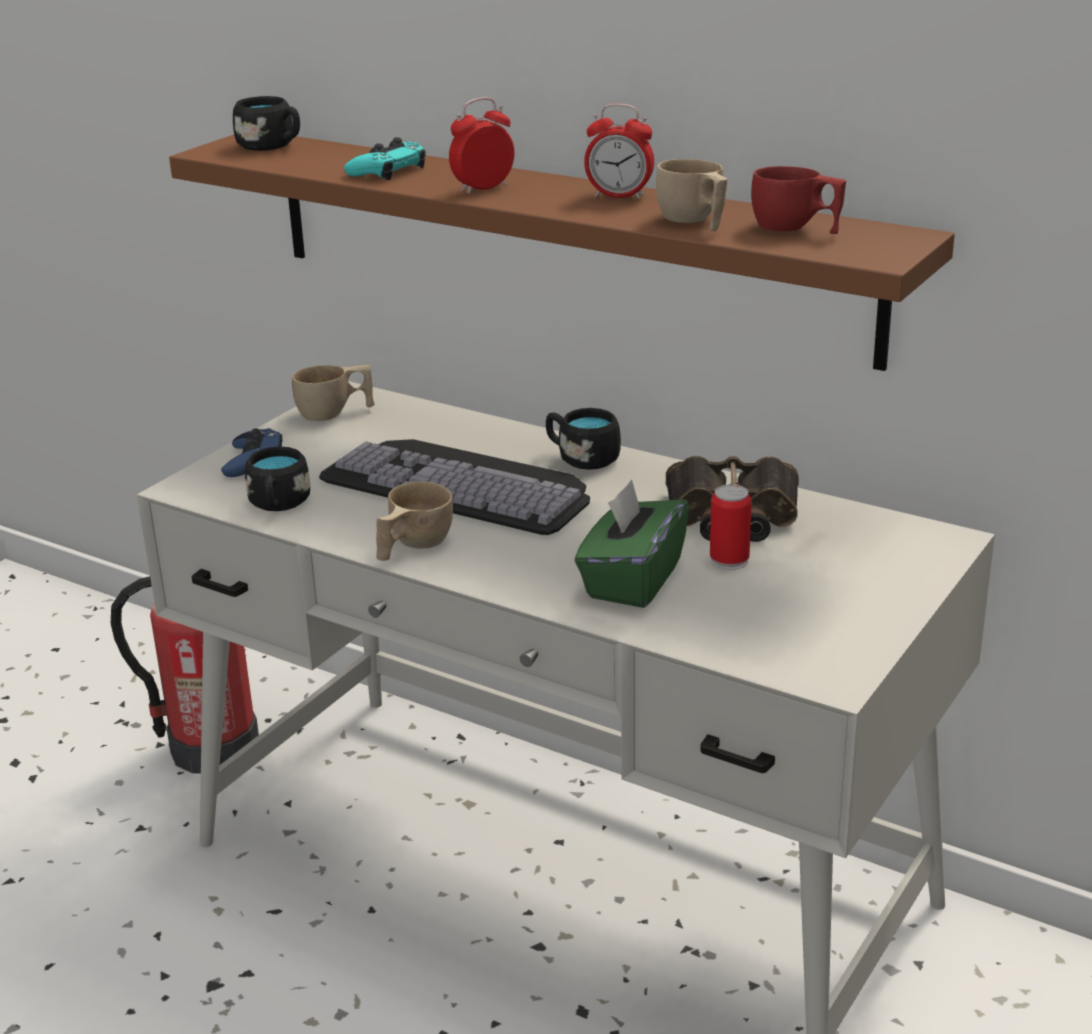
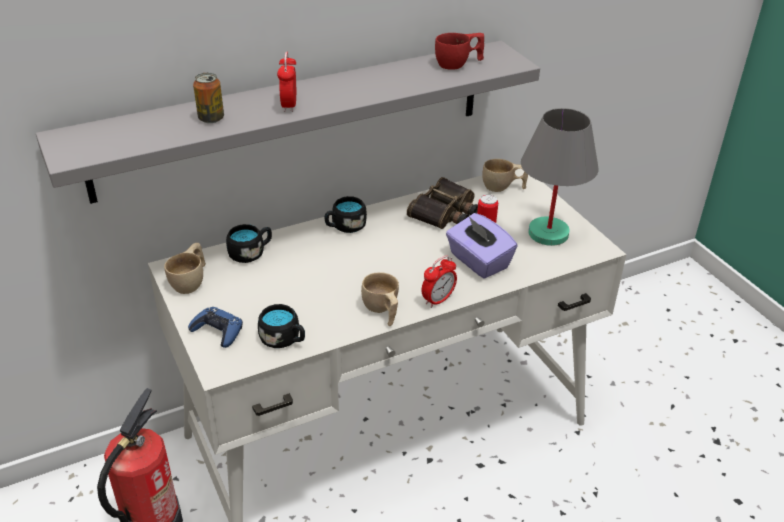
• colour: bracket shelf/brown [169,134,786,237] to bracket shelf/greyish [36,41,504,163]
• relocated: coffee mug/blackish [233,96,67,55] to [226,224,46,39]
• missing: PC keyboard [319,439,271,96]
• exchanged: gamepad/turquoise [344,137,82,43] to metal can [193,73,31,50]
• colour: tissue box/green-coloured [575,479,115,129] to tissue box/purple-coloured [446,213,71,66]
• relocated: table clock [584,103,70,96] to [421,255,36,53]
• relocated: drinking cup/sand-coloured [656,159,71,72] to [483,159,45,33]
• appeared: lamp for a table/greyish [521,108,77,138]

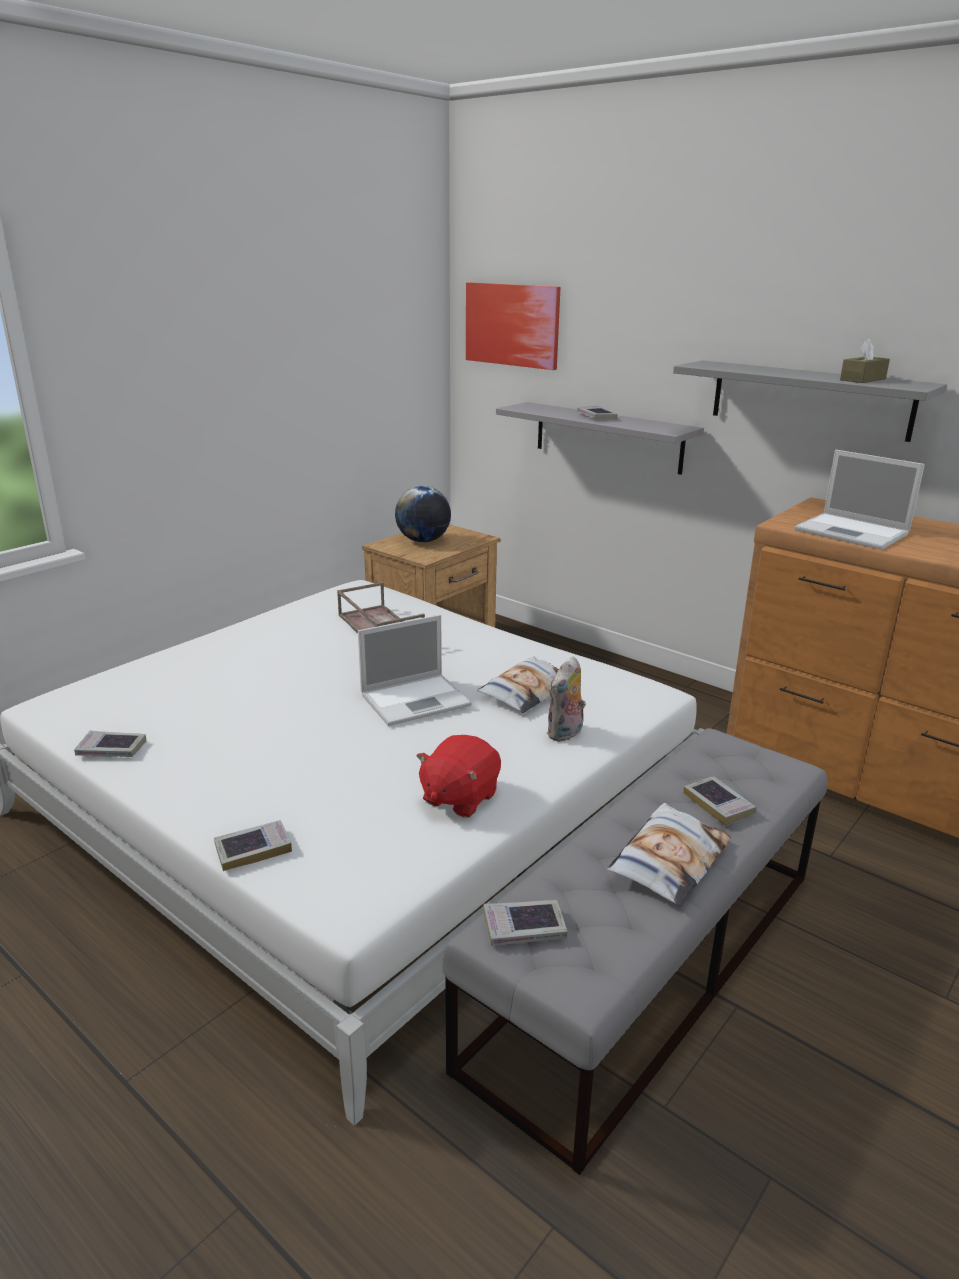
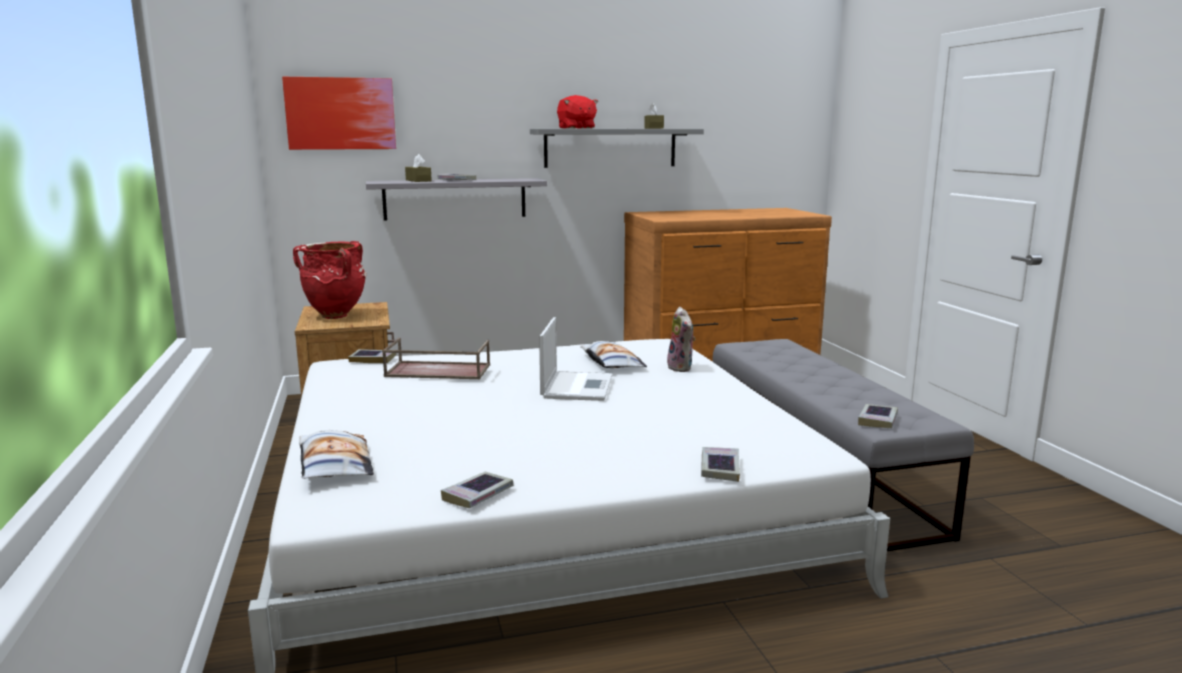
• exchanged: desk globe [395,486,56,56] to flower vase/red-coloured [293,241,74,78]
• relocated: soft toy/red-coloured [417,735,84,83] to [557,95,41,34]
• relocated: pillow [607,803,124,104] to [299,430,75,49]
• relocated: book [684,776,73,50] to [348,349,49,14]
• missing: laptop [794,450,131,100]
• appeared: tissue box/brown [405,154,27,28]

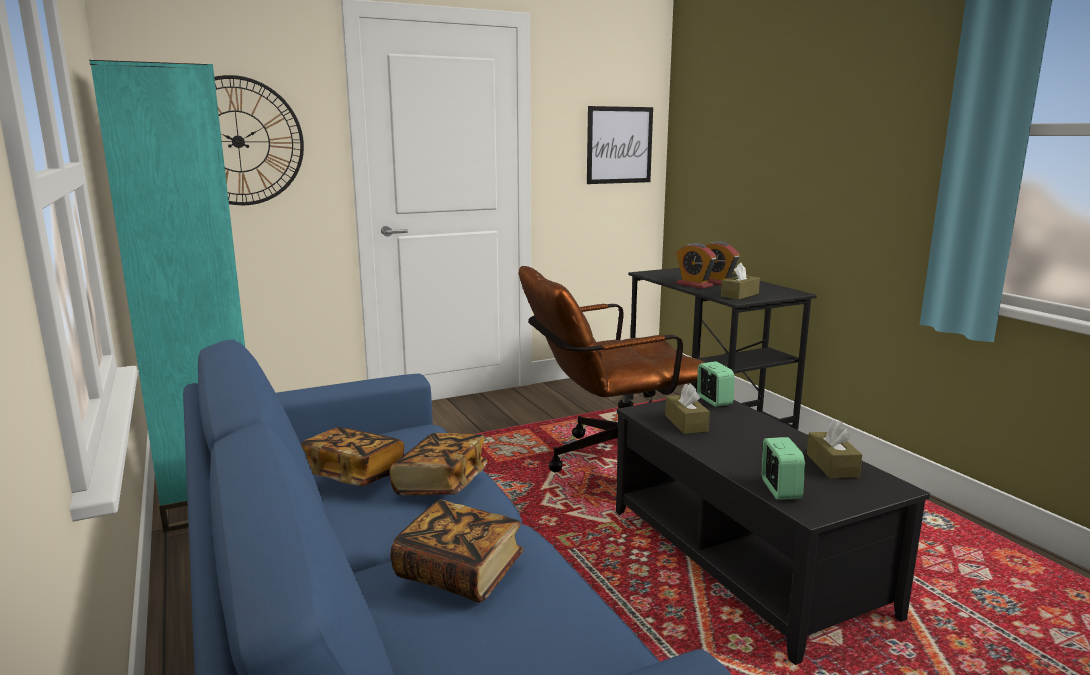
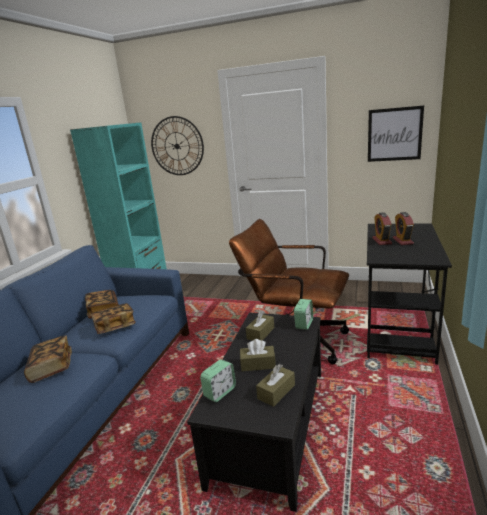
• relocated: tissue box/brown [721,263,39,37] to [240,339,36,32]

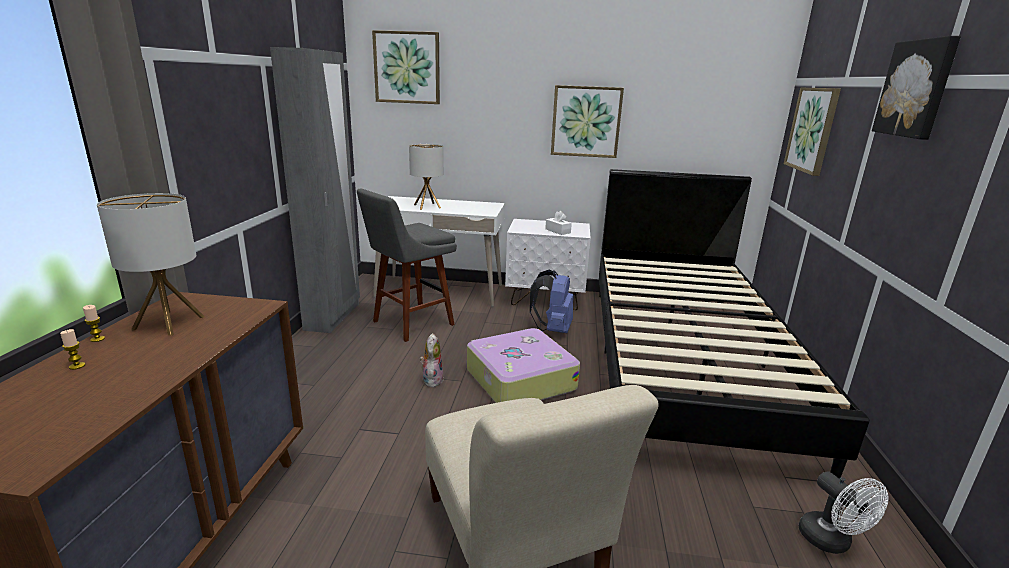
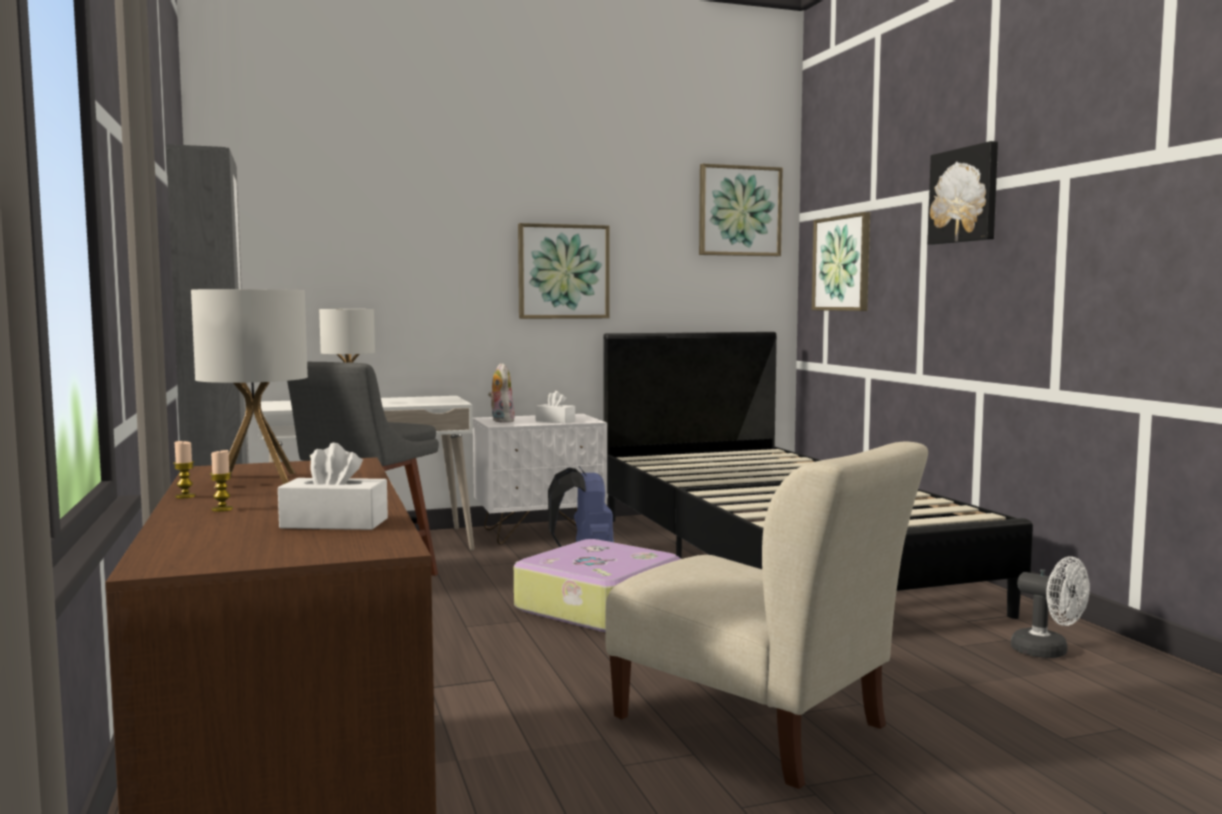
• relocated: picture [372,30,68,74] to [699,164,84,92]
• relocated: soft toy [420,333,23,54] to [488,363,27,60]
• appeared: tissue box/whitish [278,443,110,87]

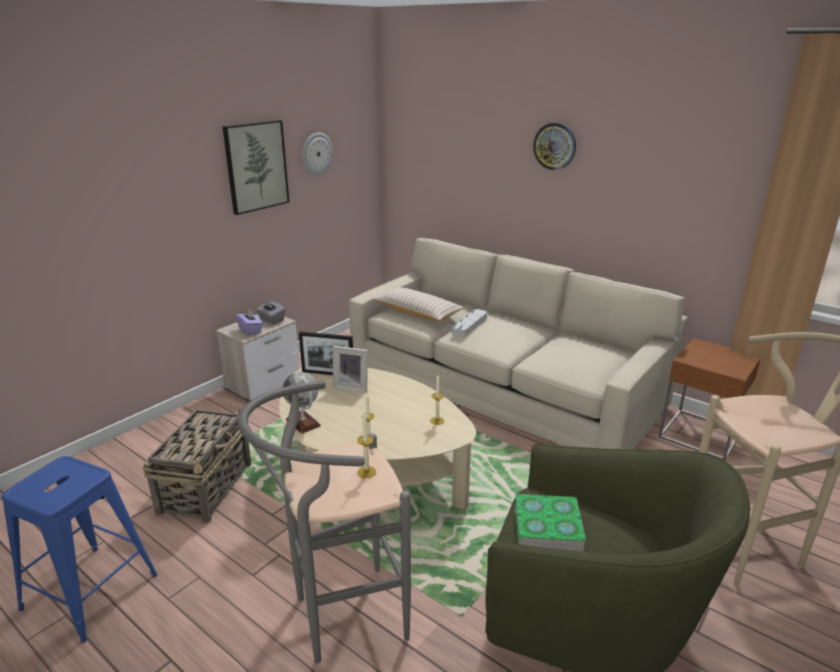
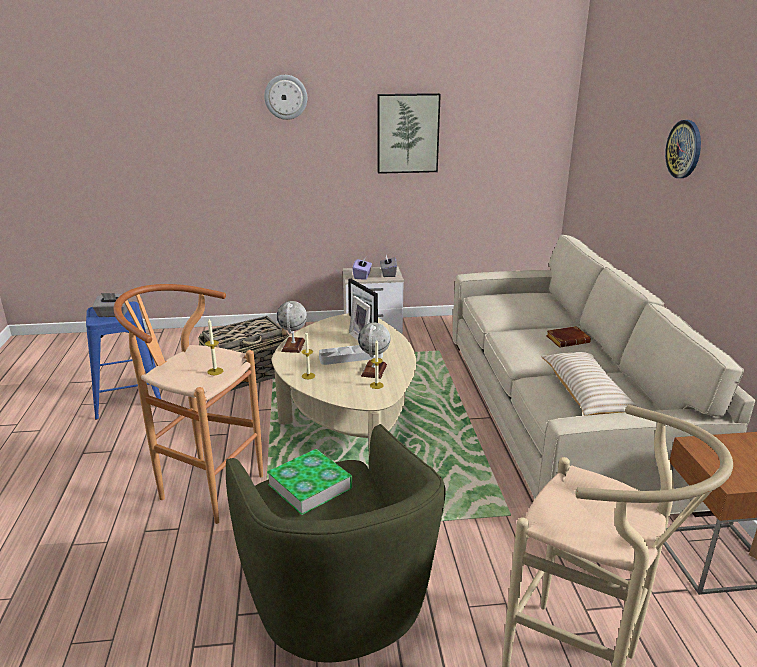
• colour: stool/greyish [238,381,173,282] to stool/brown [114,284,149,240]
• relocated: hanging clock [303,132,30,43] to [264,75,43,45]
• relocated: pillow/sand-coloured [373,287,91,34] to [541,352,97,64]
• relocated: tray/greyish [452,309,35,28] to [319,345,64,20]
• appeared: tissue box/greyish [92,293,37,24]
• appeared: desk globe [358,322,32,57]
• appeared: book/brown [546,326,45,22]

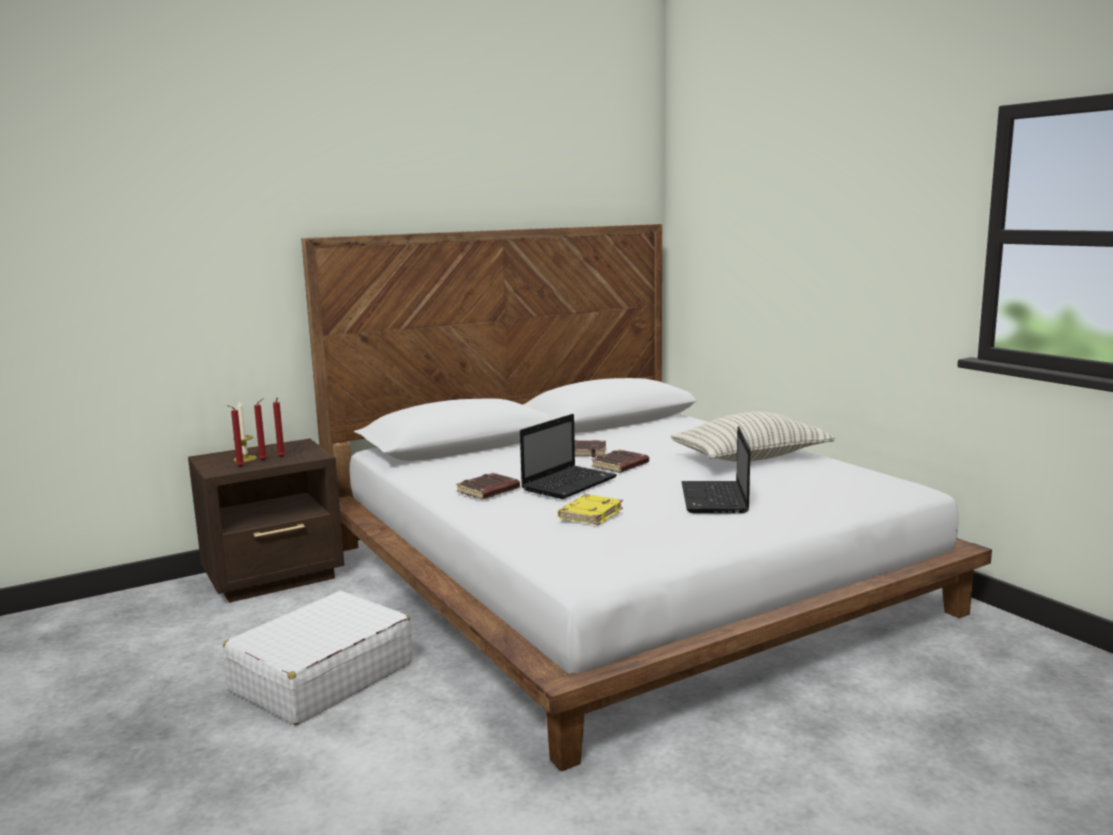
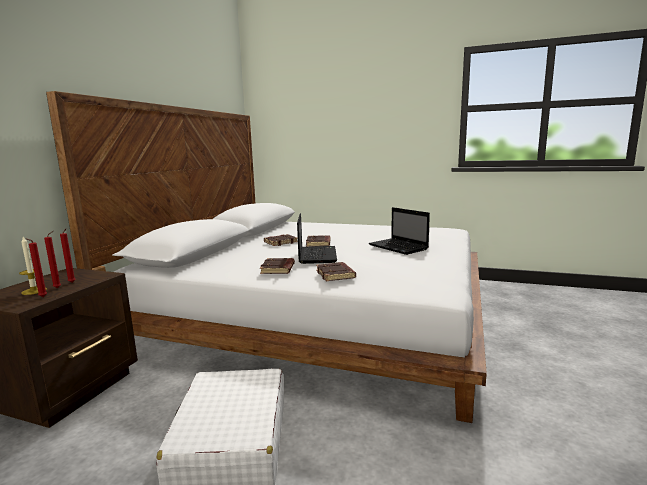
• missing: book/yellow-coloured [558,494,65,31]
• missing: pillow [671,412,163,50]
• appeared: book/brown [316,262,40,19]

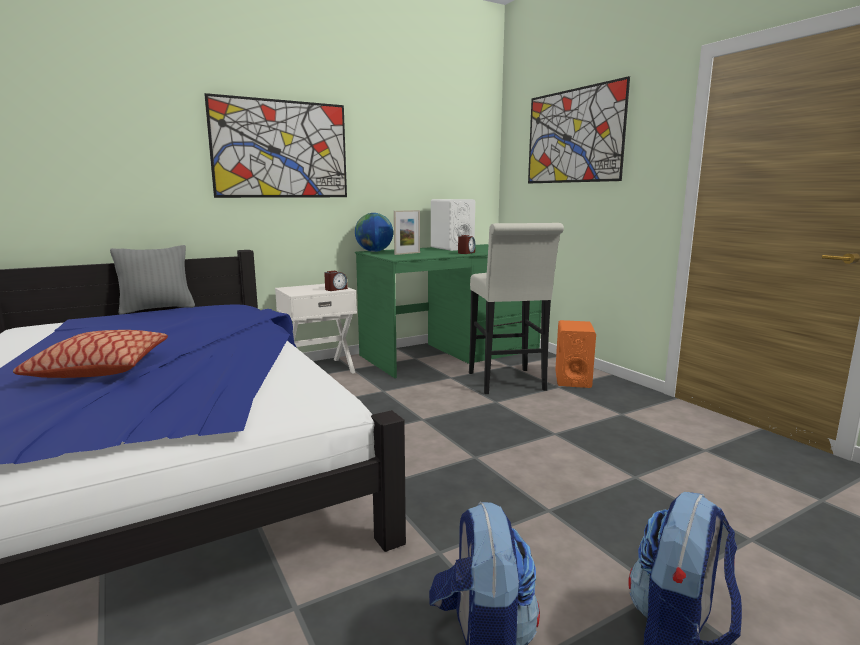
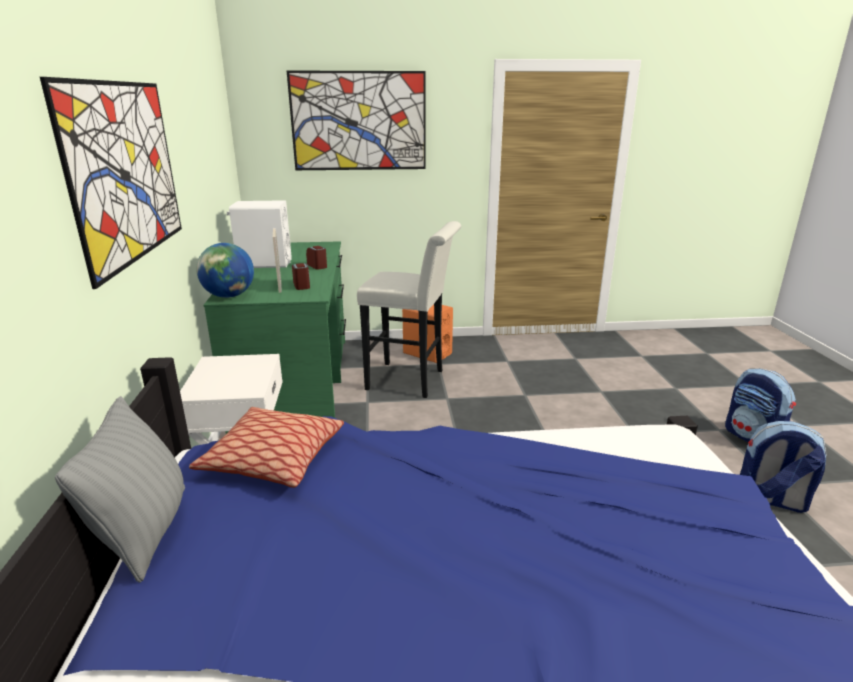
• relocated: pillow [13,330,155,48] to [189,407,155,81]
• relocated: table clock [324,271,24,20] to [292,263,18,27]

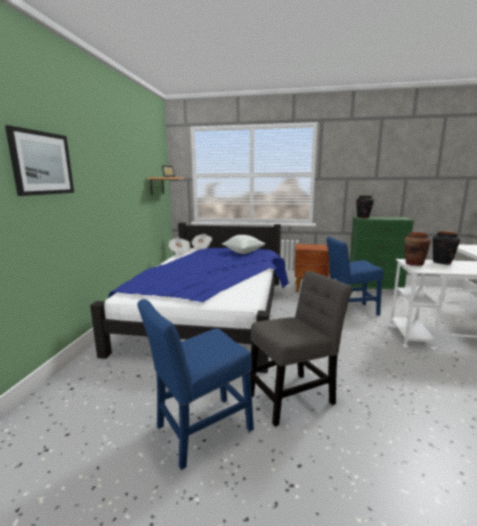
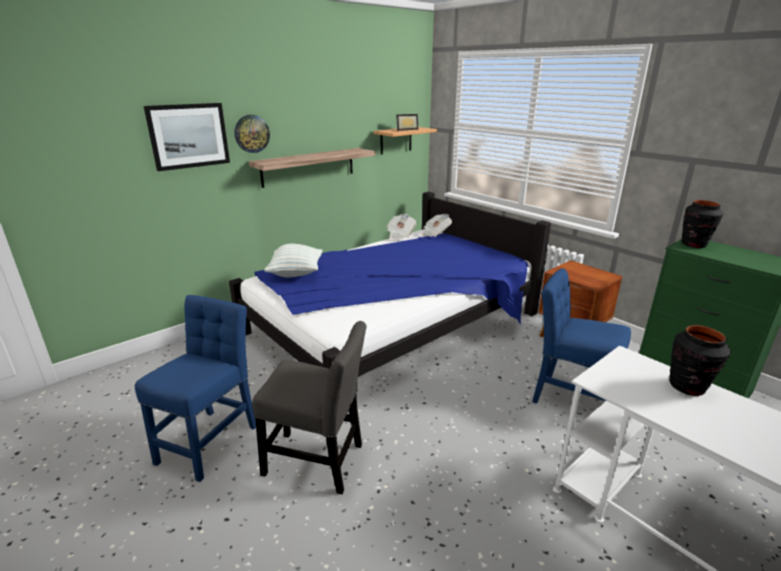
• spun: chair/blue-coloured [137,299,117,171] = [135,295,121,187] 105 degrees clockwise
• relocated: pillow [222,235,44,19] to [265,244,57,33]
• missing: flower vase/brown [404,232,27,34]
• appeared: hanging clock [234,115,36,38]
• appeared: bracket shelf [249,148,126,40]

